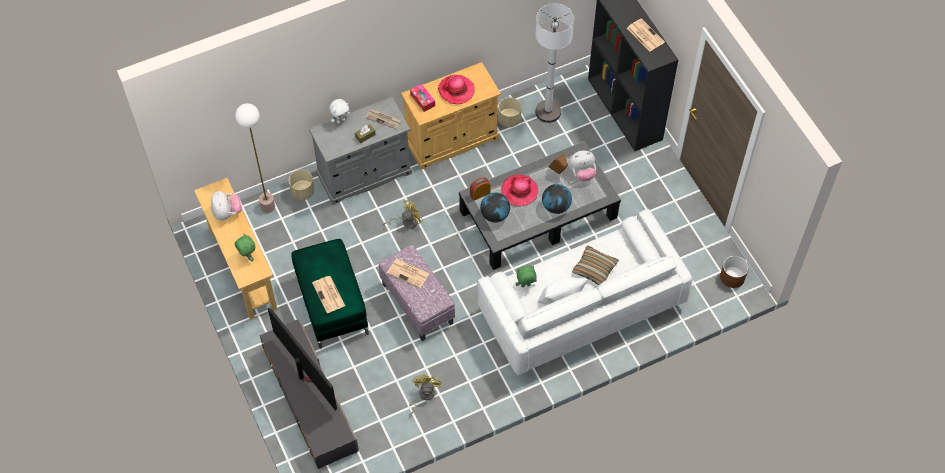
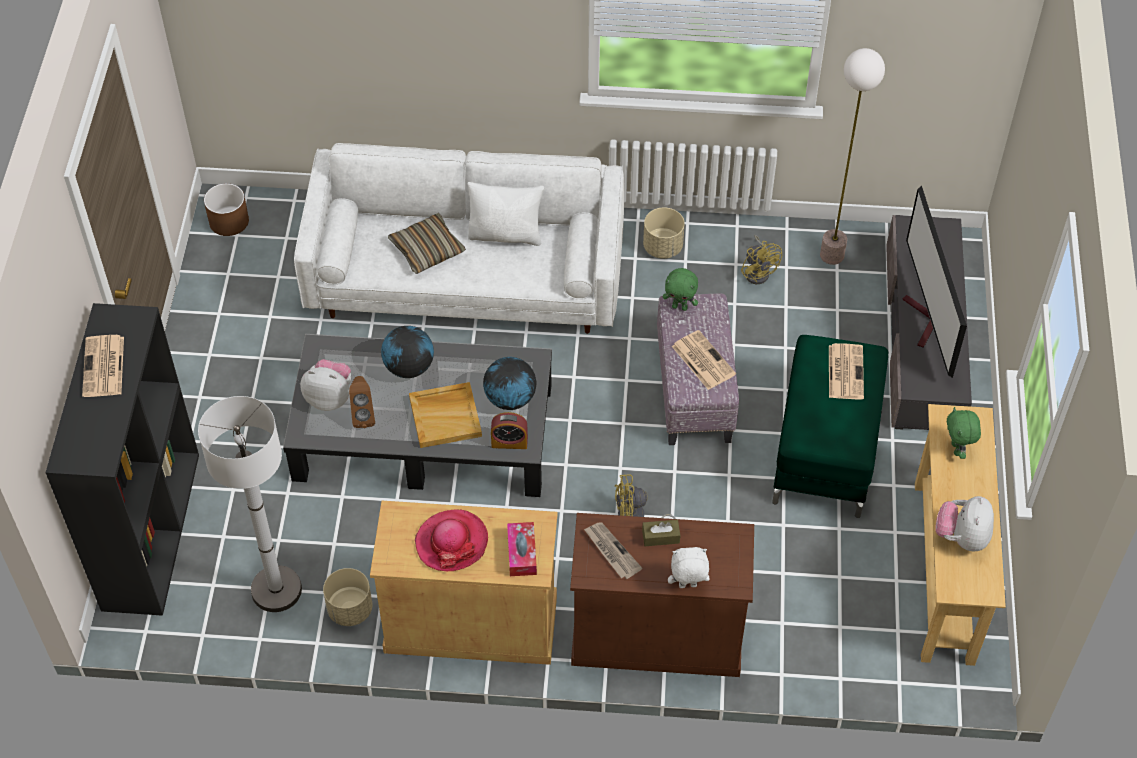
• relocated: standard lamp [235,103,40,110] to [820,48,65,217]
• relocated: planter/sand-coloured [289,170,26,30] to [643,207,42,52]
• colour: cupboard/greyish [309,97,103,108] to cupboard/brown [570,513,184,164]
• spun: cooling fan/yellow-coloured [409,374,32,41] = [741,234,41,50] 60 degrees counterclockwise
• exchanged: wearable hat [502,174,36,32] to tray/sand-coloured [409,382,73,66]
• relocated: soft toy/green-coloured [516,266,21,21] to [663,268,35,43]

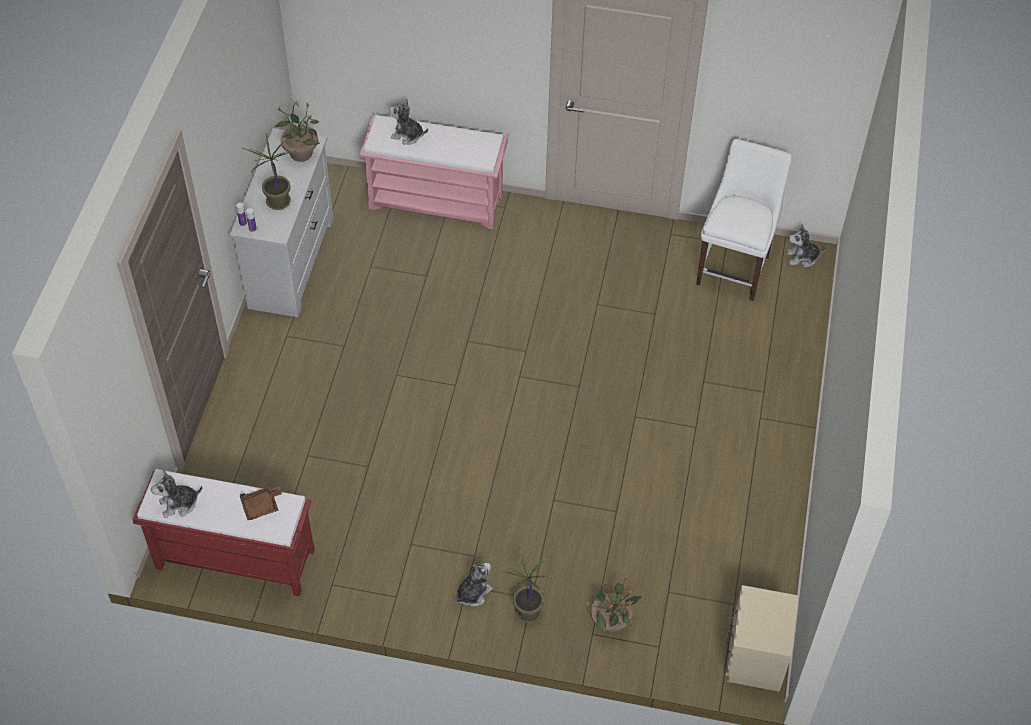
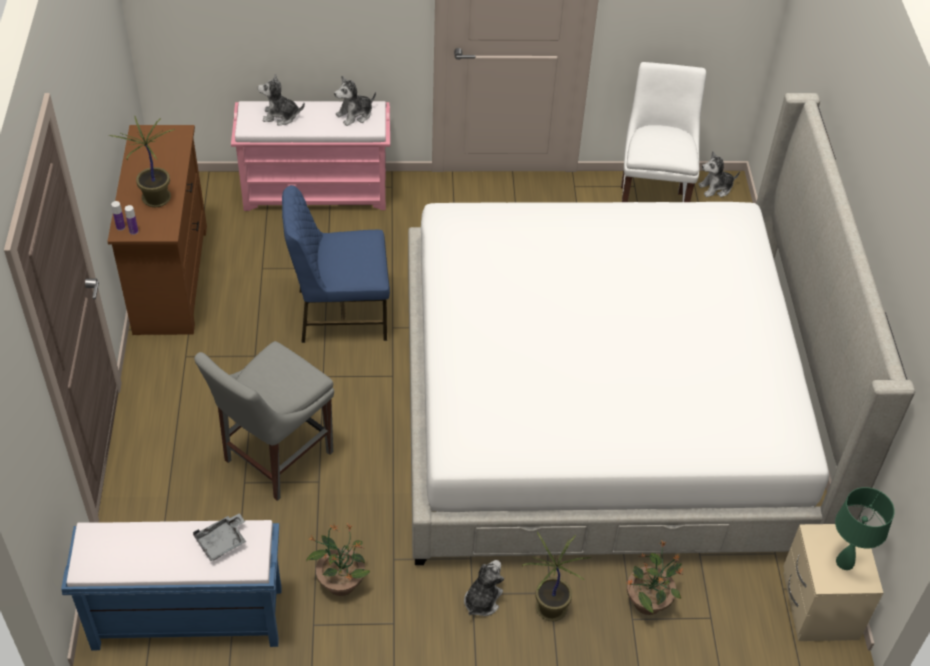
• colour: long seat/red-coloured [132,469,183,127] to long seat/blue-coloured [61,520,221,130]
• relocated: soft toy [151,469,51,49] to [334,76,42,50]
• colour: dresser/whitish [230,128,104,189] to dresser/brown [107,125,100,210]
• colour: tray/brown [240,486,42,35] to tray/greyish [193,513,53,48]
• relocated: houseplant [275,100,45,62] to [306,525,64,71]
• appeared: chair/greyish [194,341,140,160]
• appeared: chair/blue-coloured [282,185,108,158]
• appeared: bed [408,93,507,472]
• appeared: lamp for a table/green-coloured [835,487,60,83]

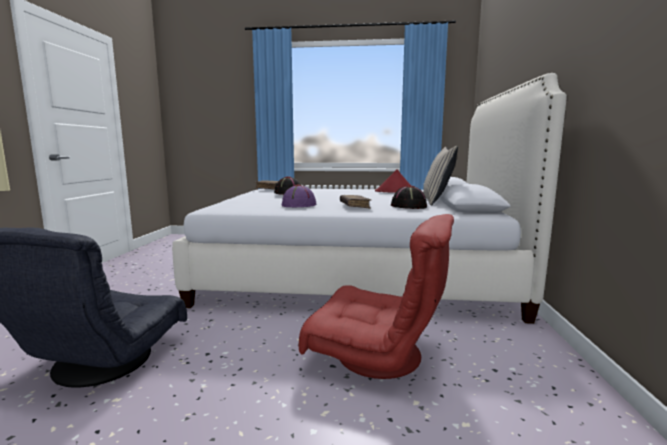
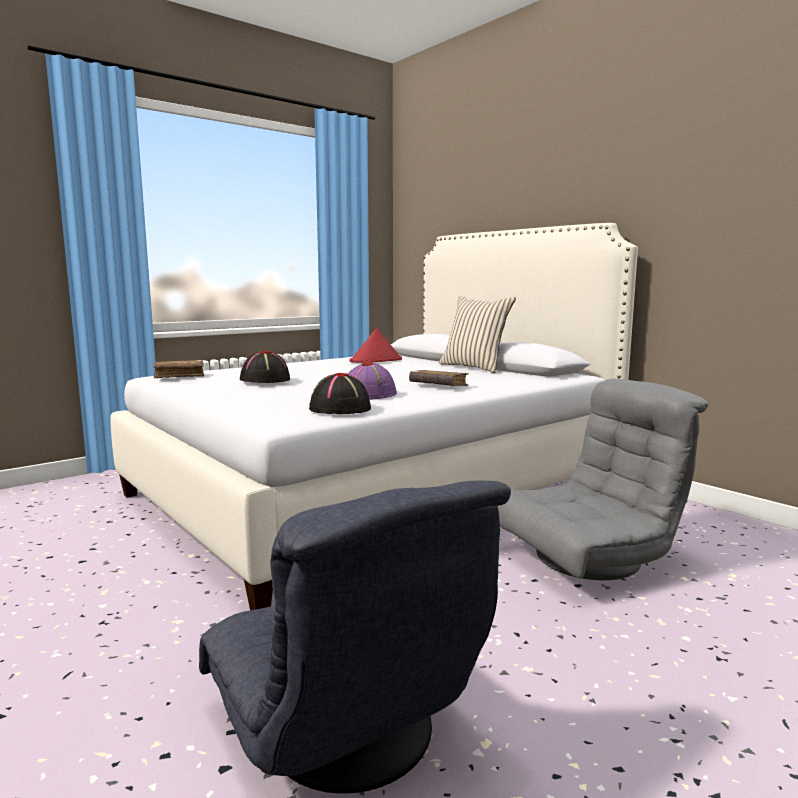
• colour: lounge chair/red-coloured [299,214,155,165] to lounge chair/greyish [498,379,210,201]
• relocated: wearable hat/blackish [391,186,36,23] to [309,373,62,41]

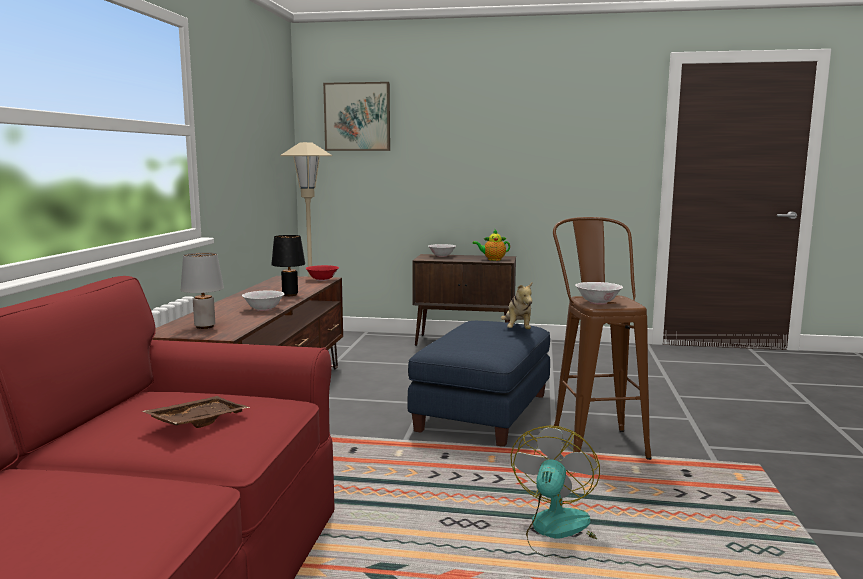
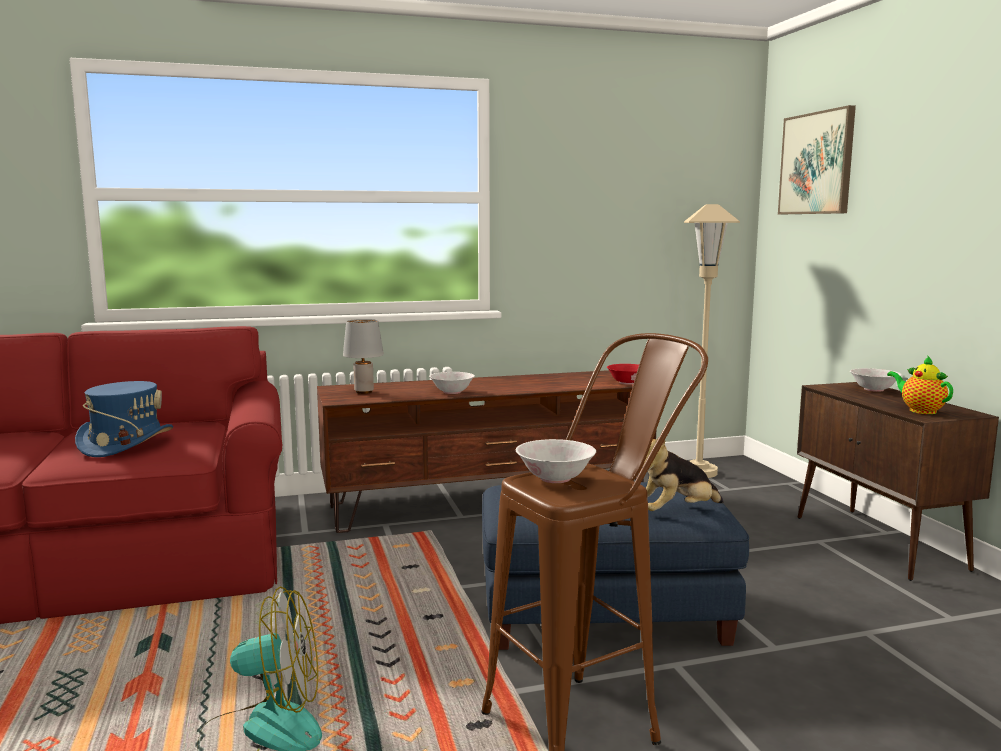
• exchanged: tray/brown [142,396,108,32] to wearable hat/blue-coloured [75,381,98,76]
• missing: lamp for a table/blackish [271,235,34,61]

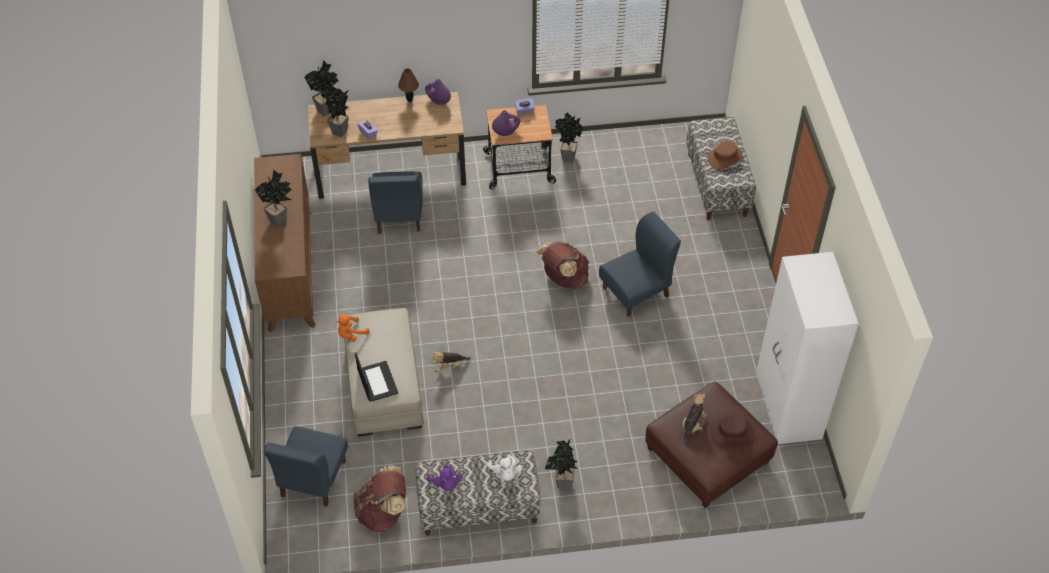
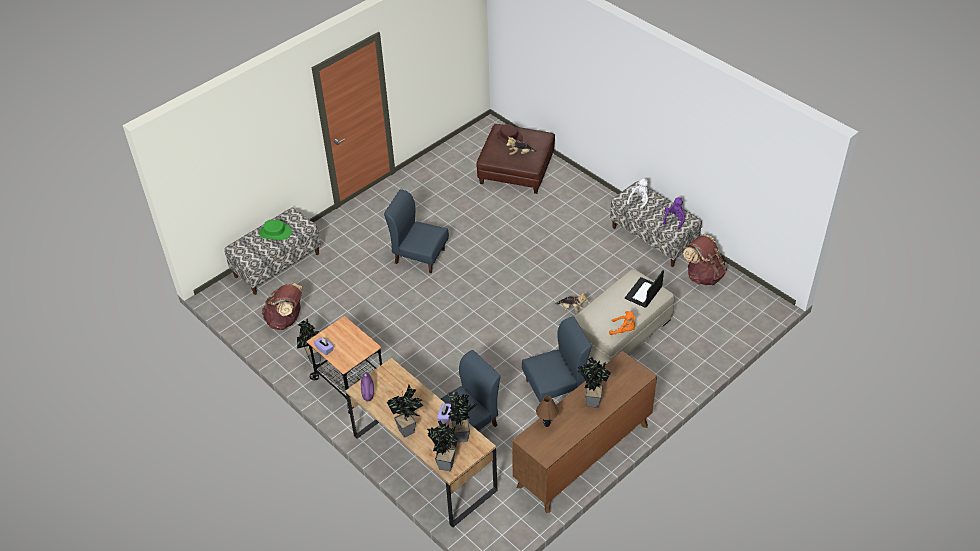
• relocated: chair/blue-coloured [264,426,84,81] to [522,316,70,86]
• relocated: lamp for a table/brown [398,68,21,34] to [536,396,22,31]
• missing: flower vase/purple-coloured [492,110,28,26]
• relocated: rucksack/brown [536,241,53,48] to [261,282,42,48]
• relocated: houseplant [545,438,32,52] to [387,385,37,53]
• colour: wearable hat/brown [708,141,34,28] to wearable hat/green-coloured [259,220,33,20]
• missing: clothes cupboard/whitish [757,252,101,192]

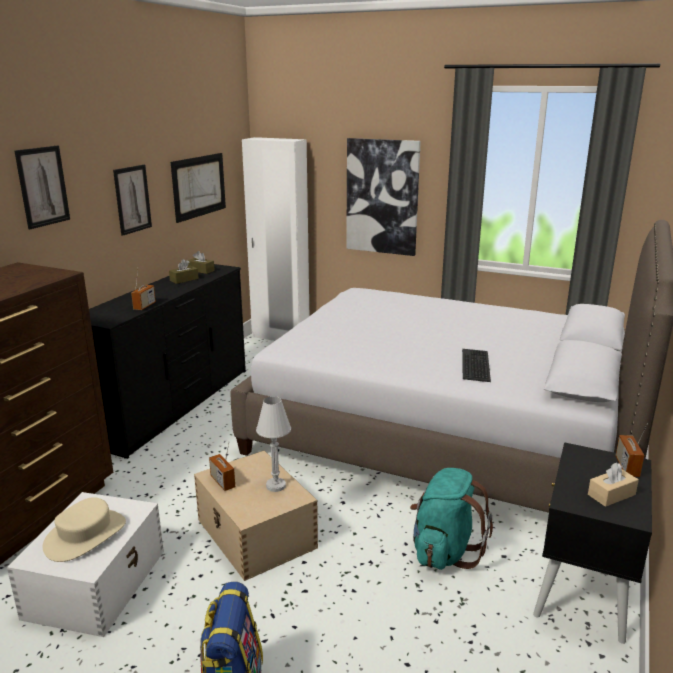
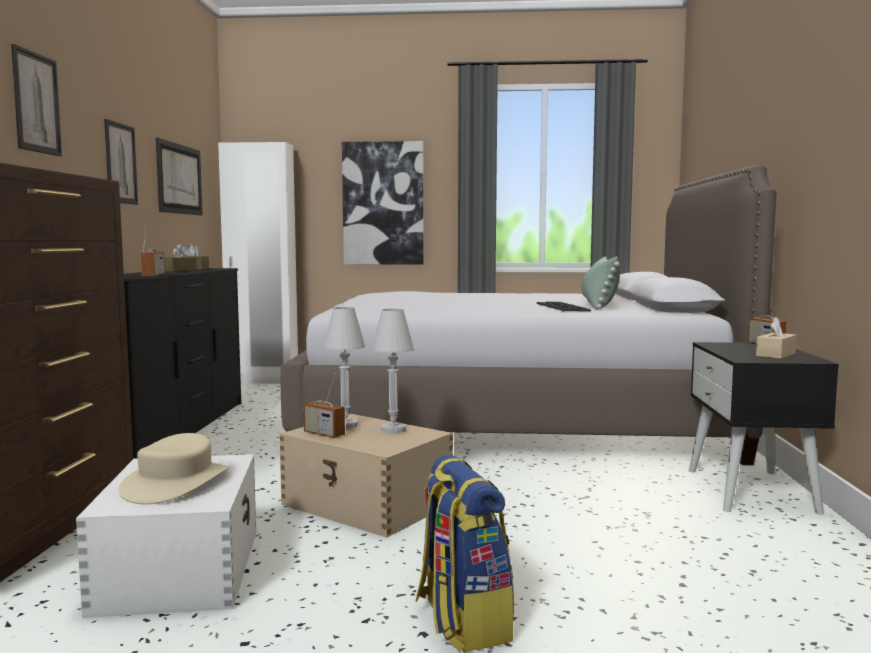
• missing: rucksack/turquoise [410,468,83,102]
• appeared: lamp for a table/whitish [323,307,42,122]
• appeared: pillow/green-coloured [581,256,39,53]

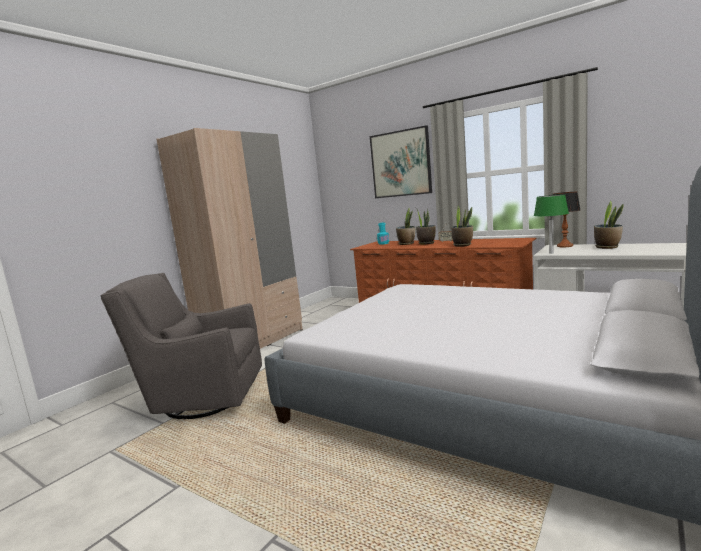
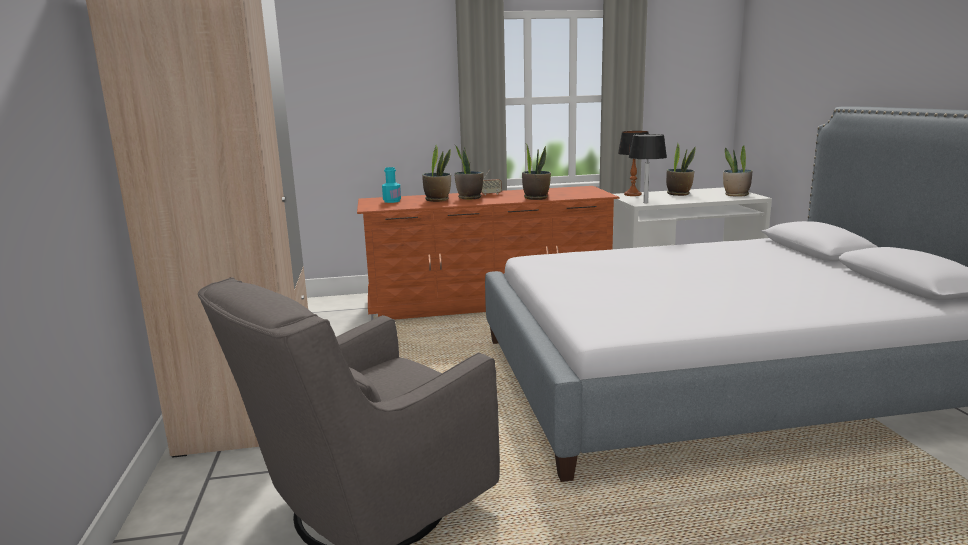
• missing: picture [370,125,62,73]
• colour: lamp for a table/green-coloured [534,194,35,60] to lamp for a table/blackish [628,134,39,69]
• appeared: houseplant [723,145,29,52]

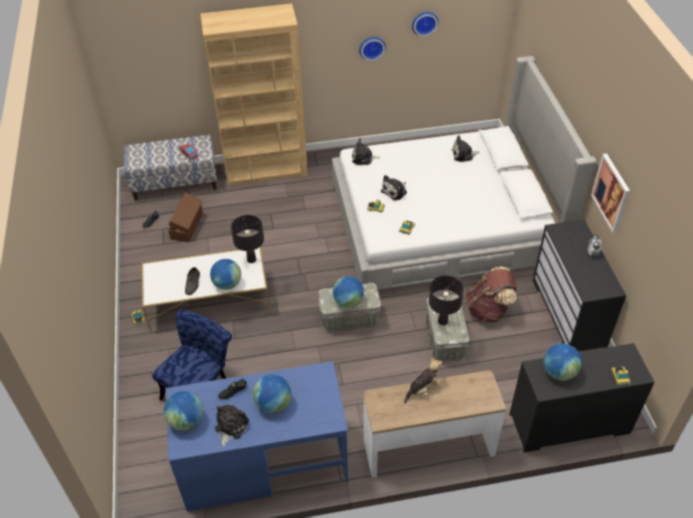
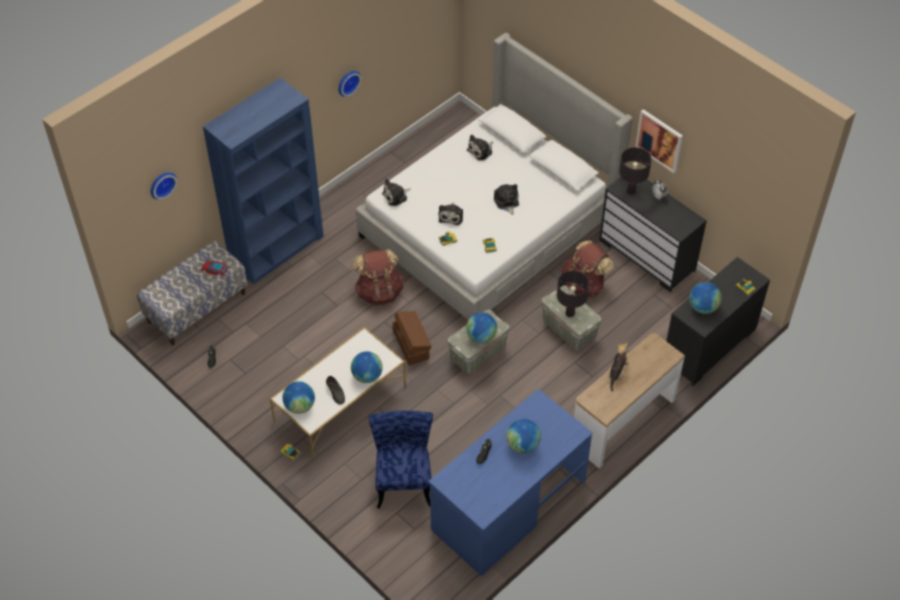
• relocated: desk globe [163,391,40,40] to [283,381,32,33]
• relocated: storage container/brown [168,192,35,50] to [392,311,40,54]
• colour: shelving unit/brown [201,4,107,182] to shelving unit/blue-coloured [203,78,121,206]
• relocated: soft toy [215,404,34,43] to [494,184,25,31]
• relocated: lamp for a table/blackish [231,215,33,48] to [619,147,33,48]
• relocated: hanging clock [412,12,26,25] to [151,172,26,28]
• appeared: rucksack/brown [353,249,51,57]

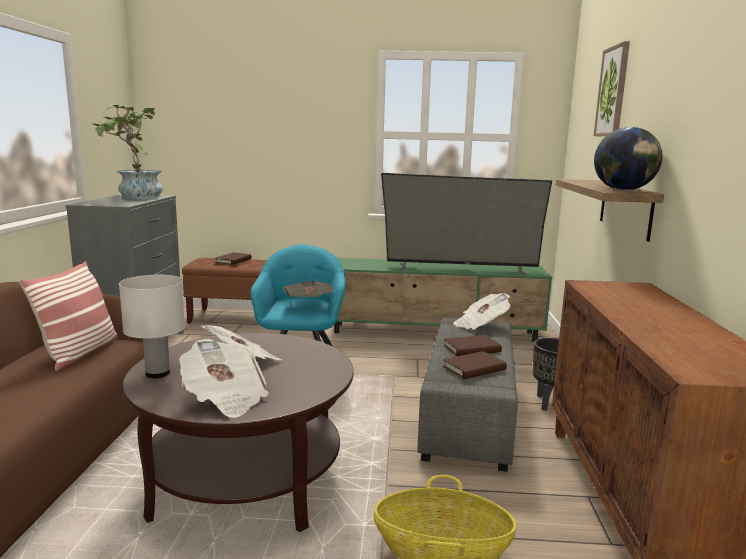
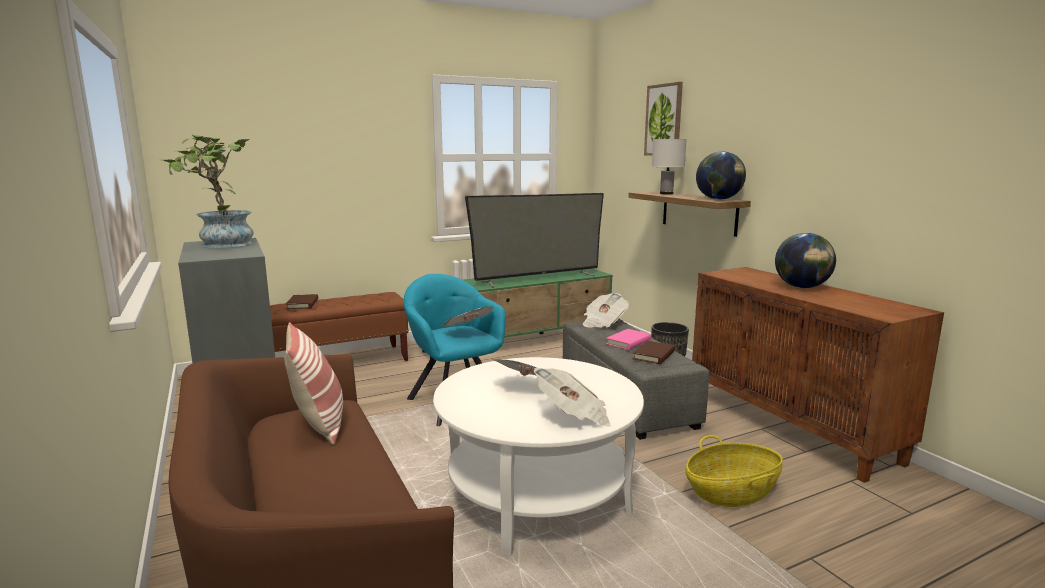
• relocated: lamp for a table/whitish [119,275,66,103] to [652,139,35,56]
• colour: lounge table/brown [122,333,232,199] to lounge table/whitish [433,357,211,199]
• colour: book/brown [444,335,58,21] to book/pinkish [606,329,45,21]
• appeared: desk globe [775,233,61,55]

